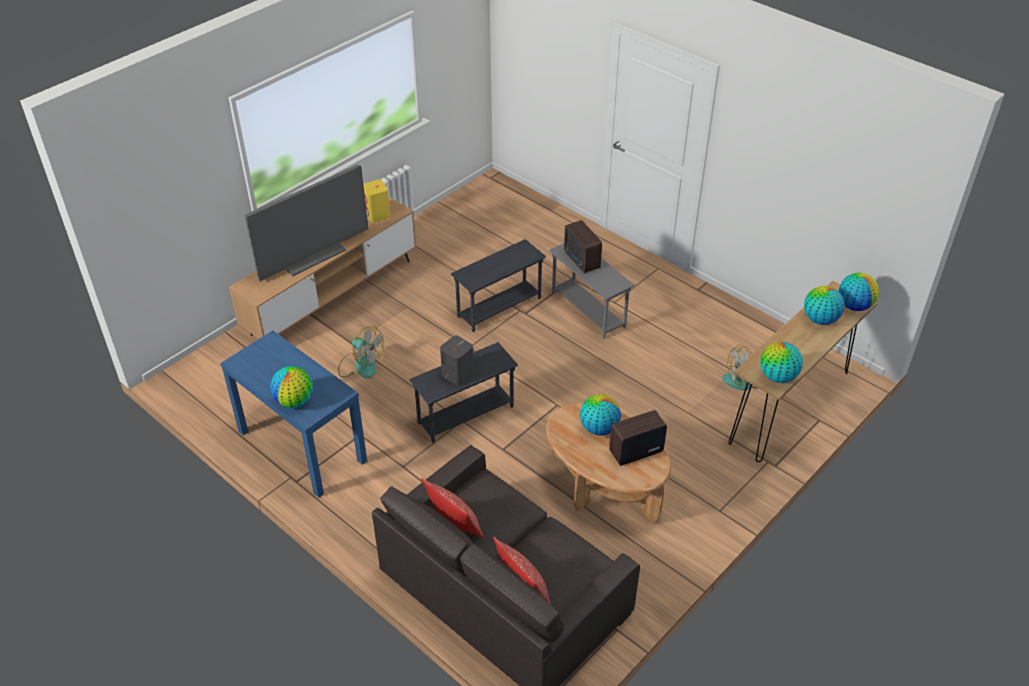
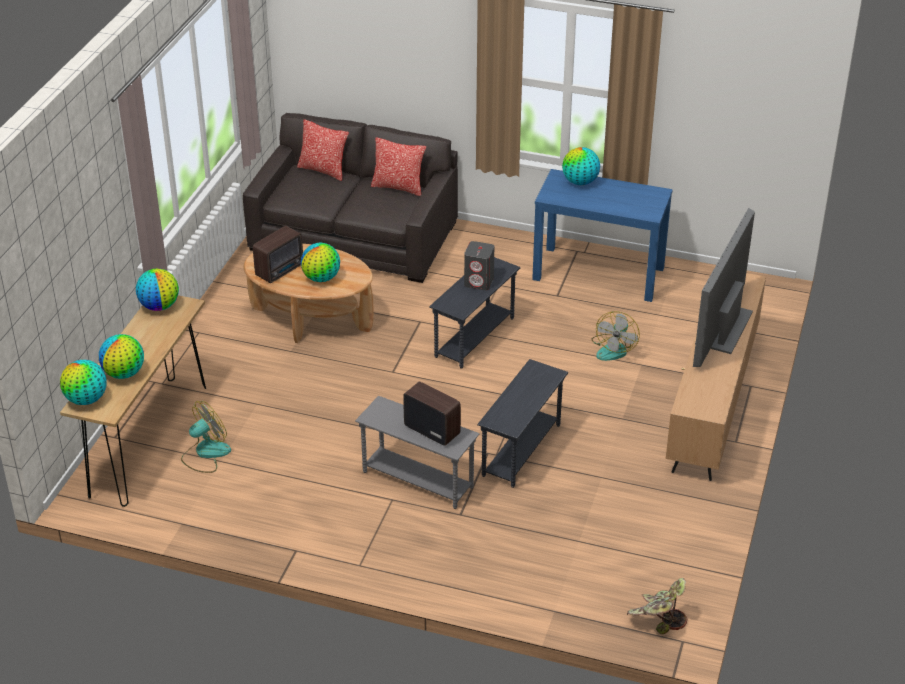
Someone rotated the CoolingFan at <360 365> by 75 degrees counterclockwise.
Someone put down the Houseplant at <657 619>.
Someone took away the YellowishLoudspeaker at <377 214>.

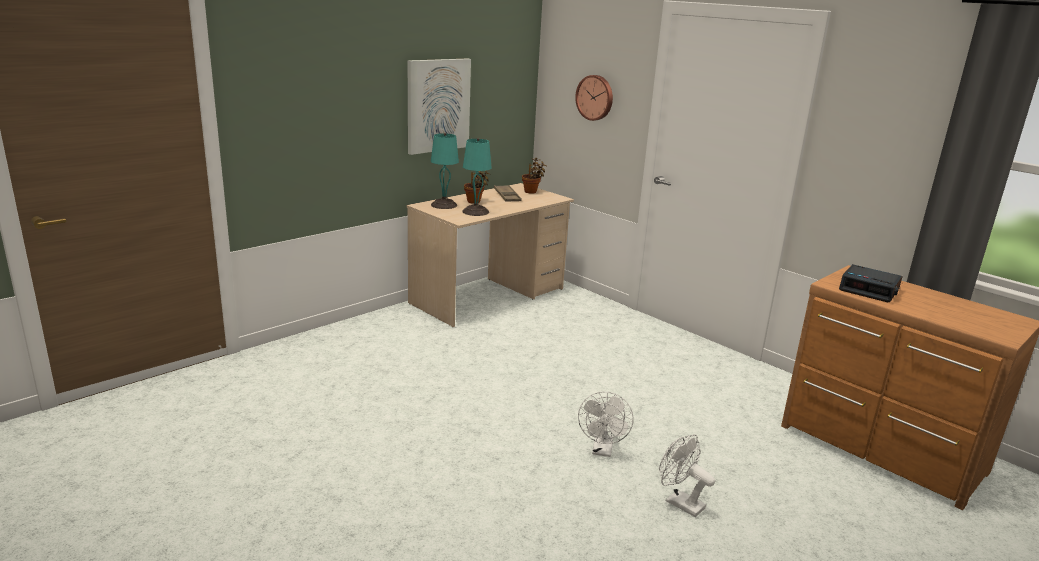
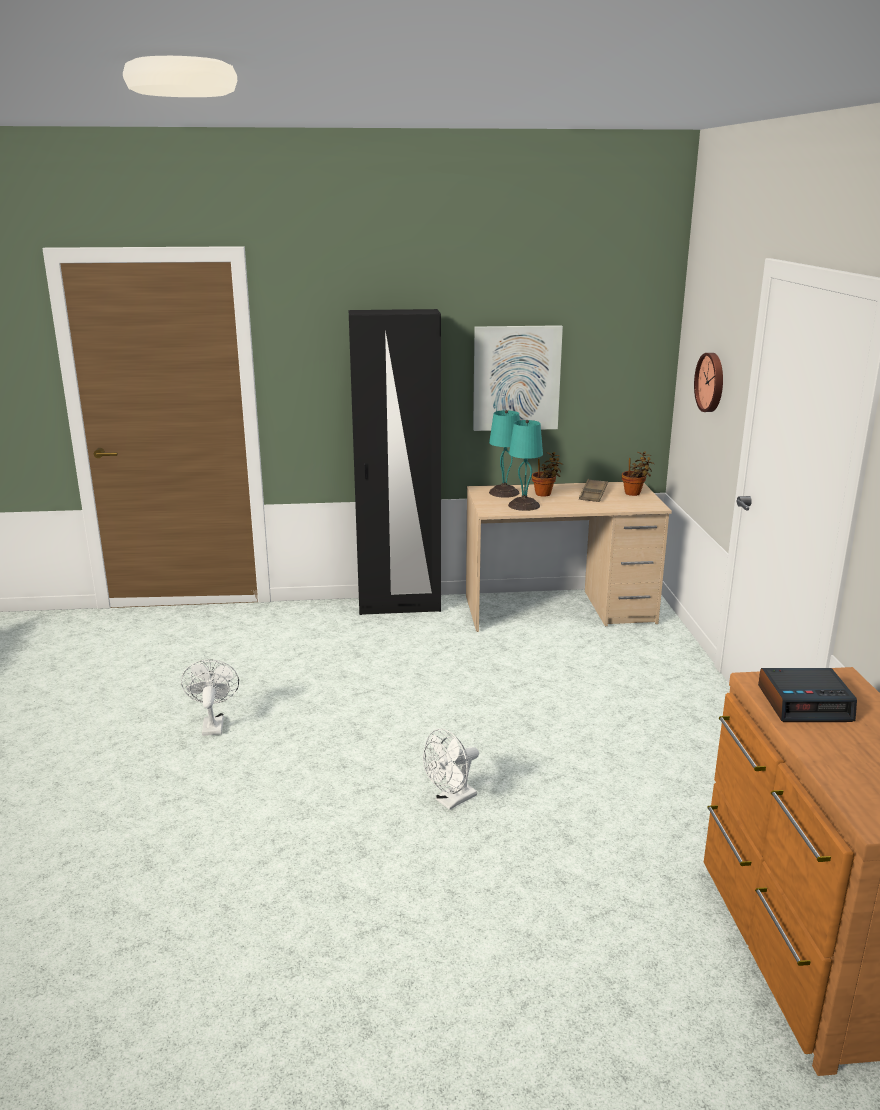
Someone carried the WhiteColouredCoolingFan from <679 502> to <213 724>.
Someone put down the BlackClothesCupboard at <399 606>.
Someone rotated the BedsideClock at <869 290> by 75 degrees counterclockwise.

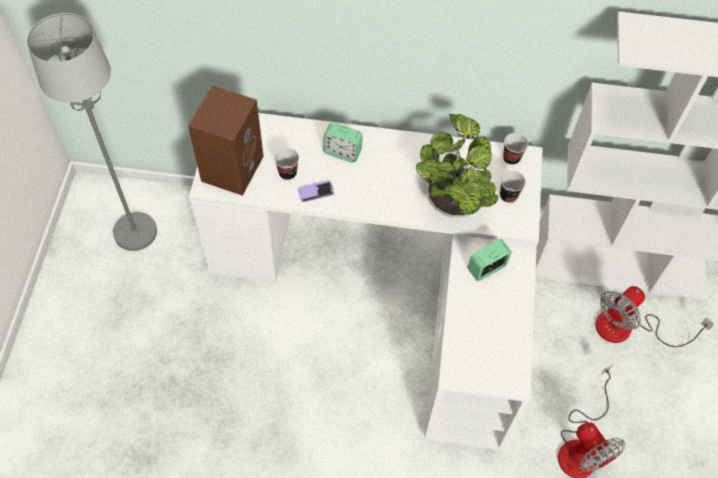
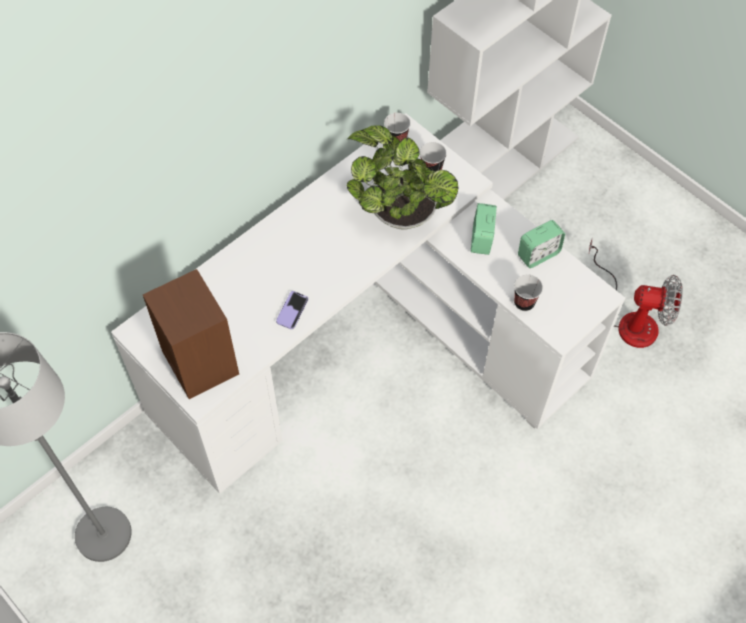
Someone carried the DrinkingCup from <287 173> to <524 303>.
Someone carried the BedsideClock from <342 152> to <538 254>.
Someone took away the CoolingFan at <627 328>.

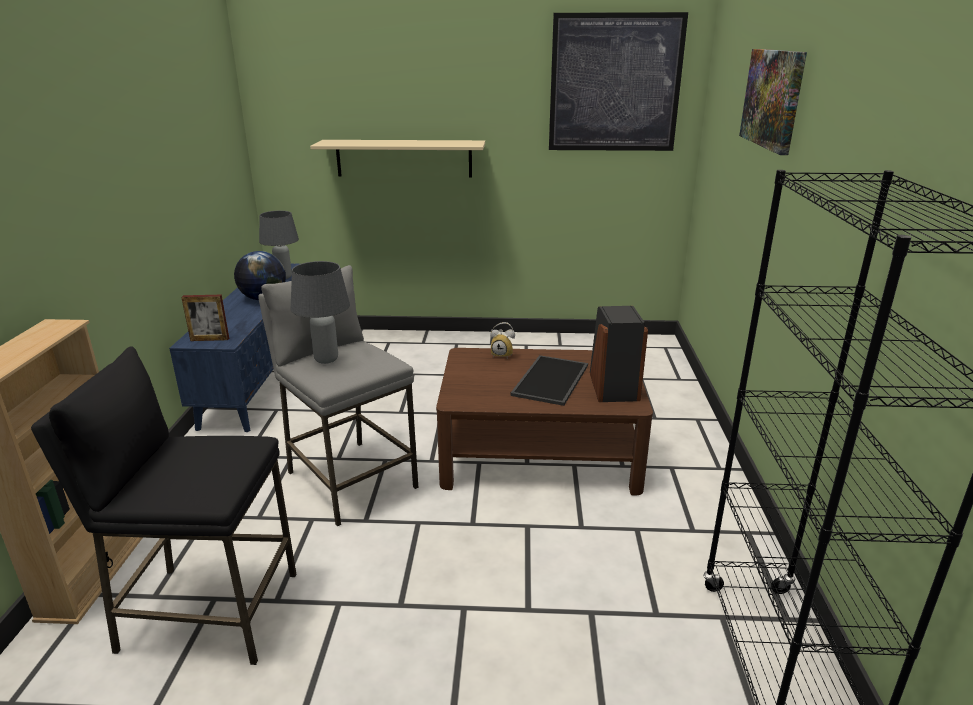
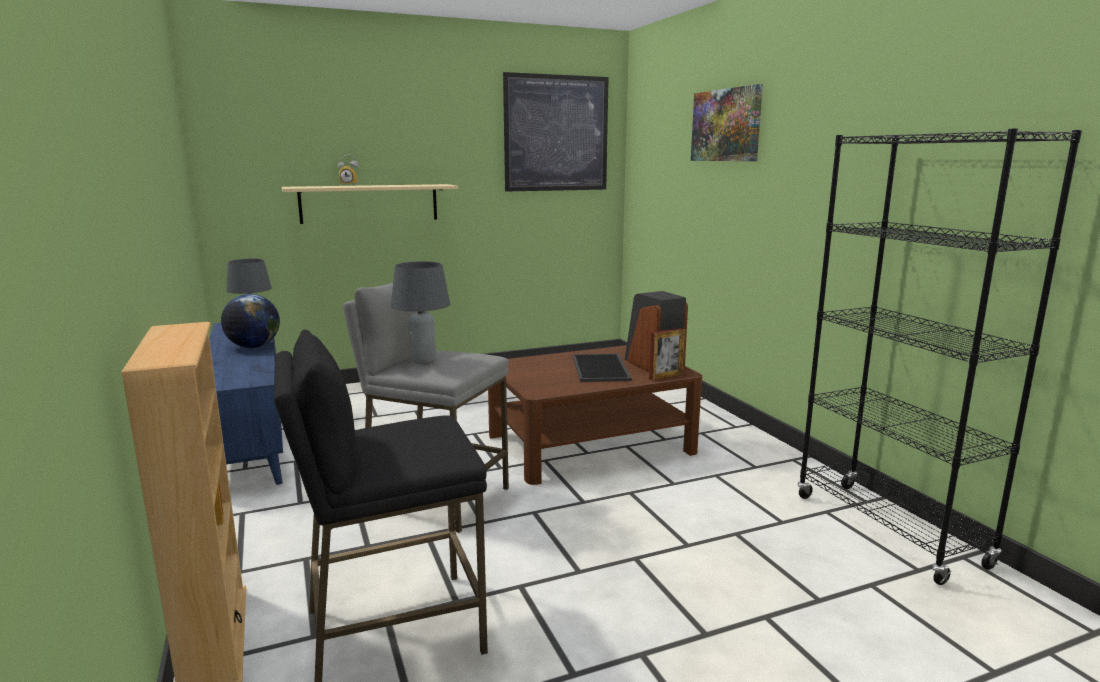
Someone carried the BedsideClock from <503 354> to <349 185>.
Someone carried the StandingFrame from <210 339> to <666 376>.

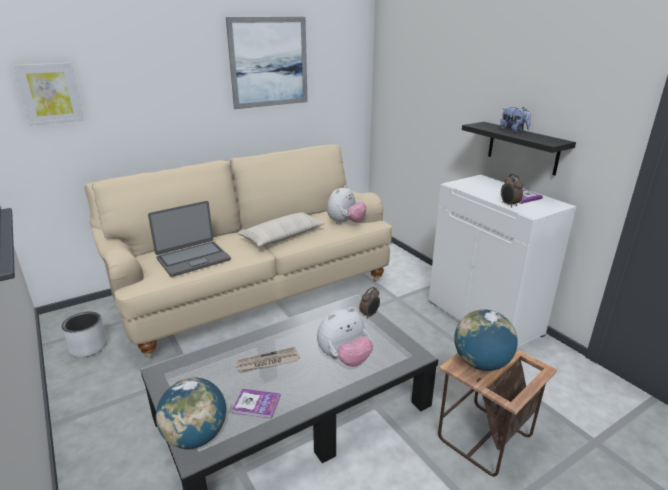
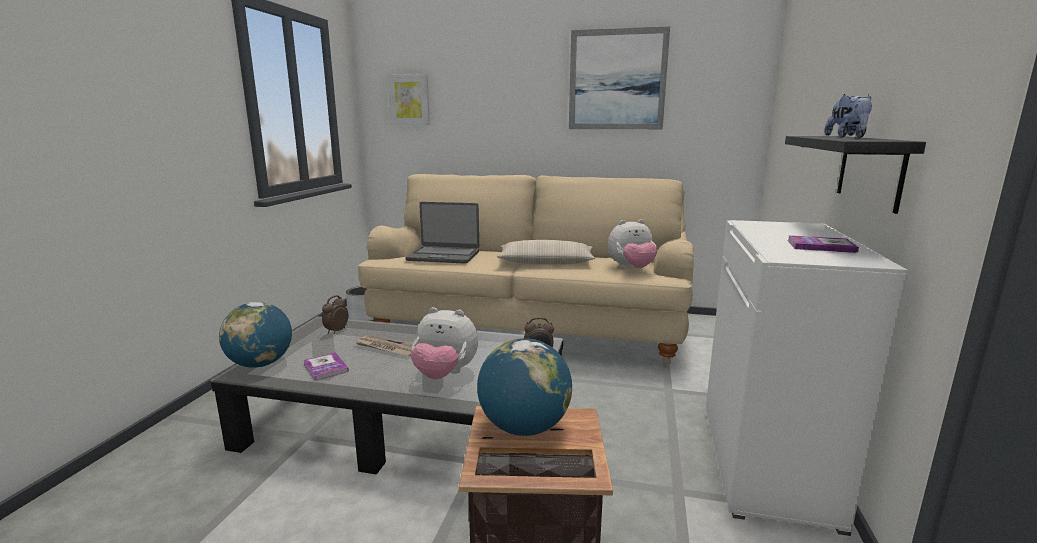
Someone carried the BedsideClock from <509 205> to <336 331>.

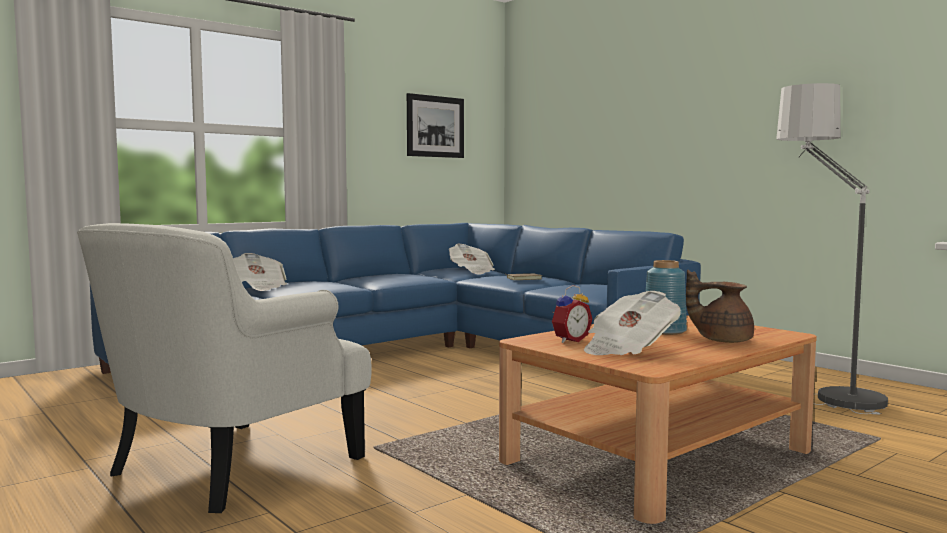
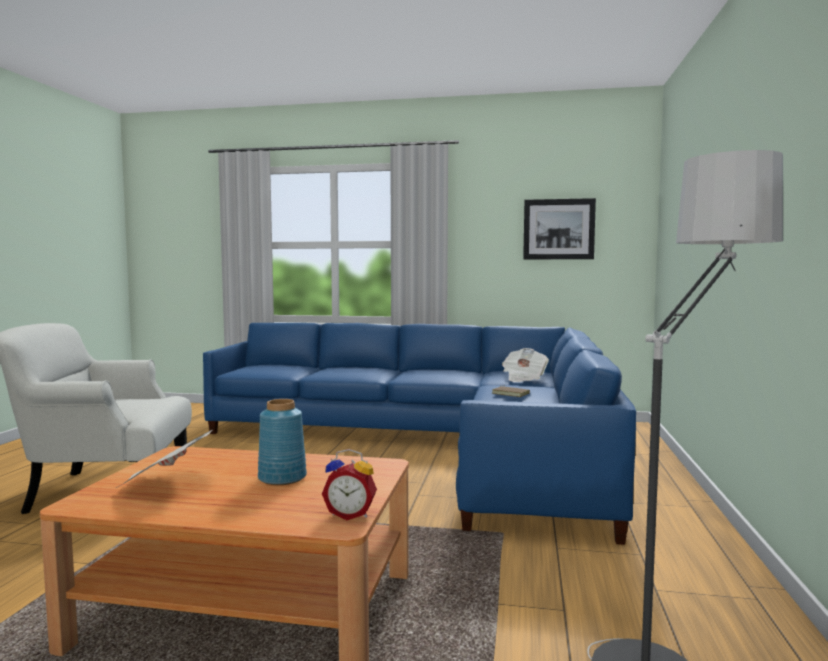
Someone carried the BedsideClock from <569 340> to <350 514>.
Someone took away the Newspaper at <259 287>.
Someone took away the BrownTeapot at <722 340>.

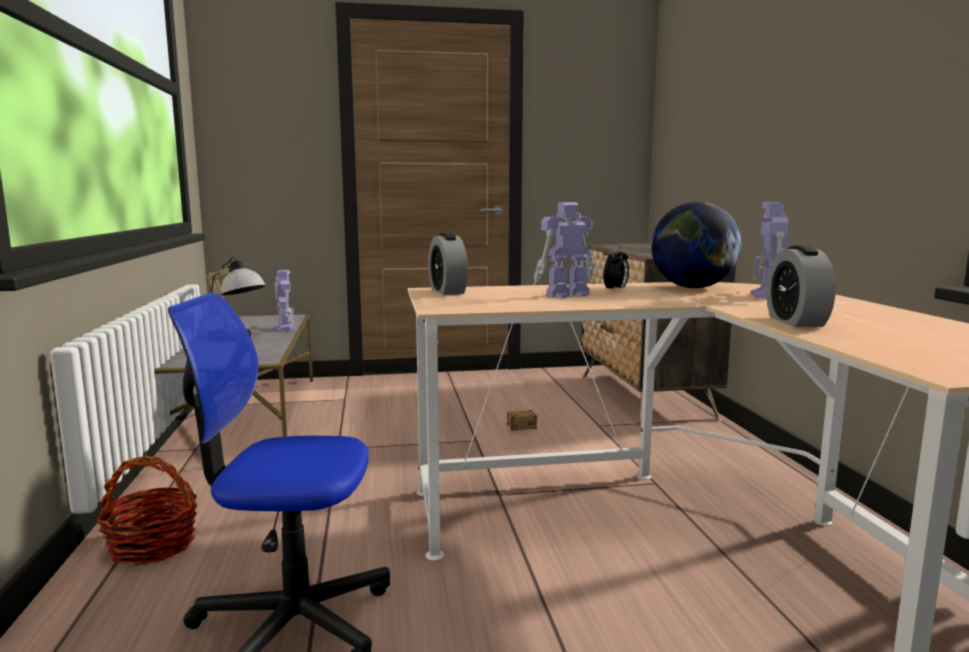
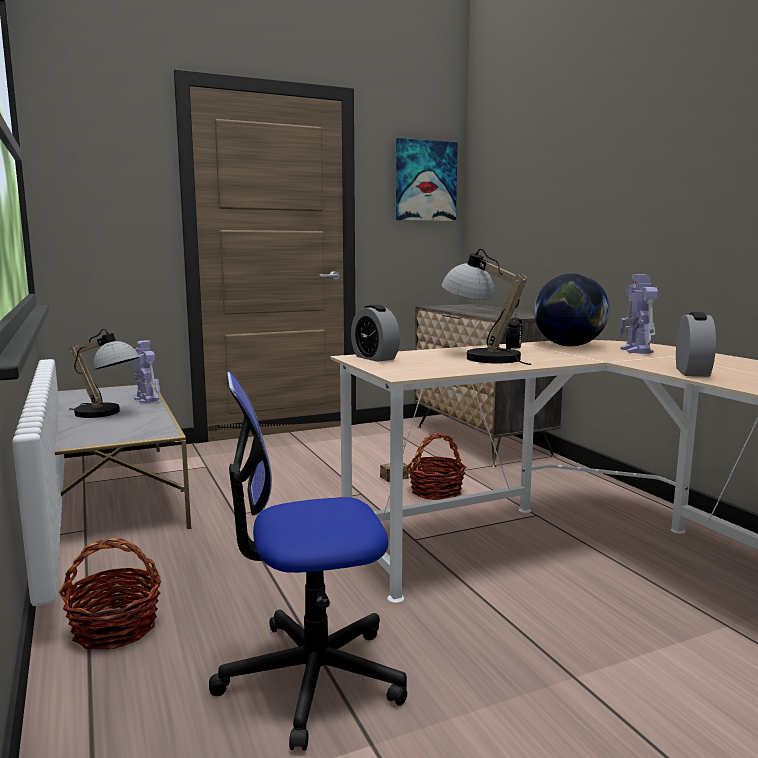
Someone put up the Picture at <425 181>.
Someone put down the HouseholdBasket at <436 491>.
Someone swapped the ModelRobot at <565 295> for the TableLamp at <481 357>.
Someone rotated the BedsideClock at <795 322> by 150 degrees counterclockwise.

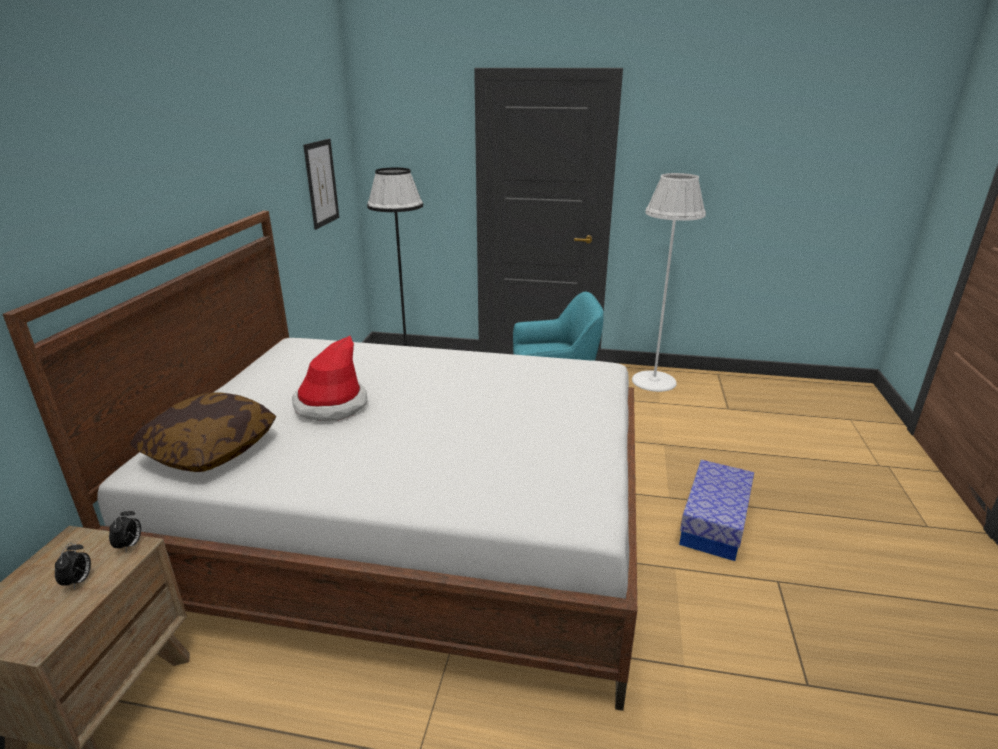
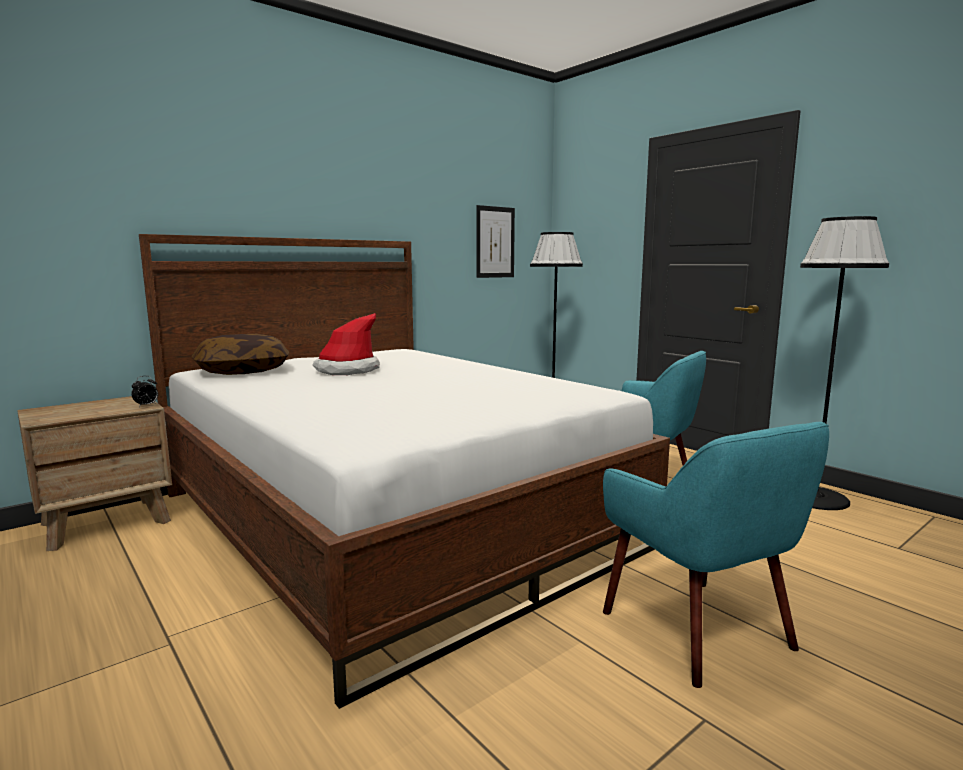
Someone swapped the StorageBox at <714 523> for the BlueGreenArmchair at <699 630>.
Someone repainted the WhiteColouredStandardLamp at <654 381>, which became the BlackStandardLamp at <816 498>.
Someone took away the BedsideClock at <79 581>.

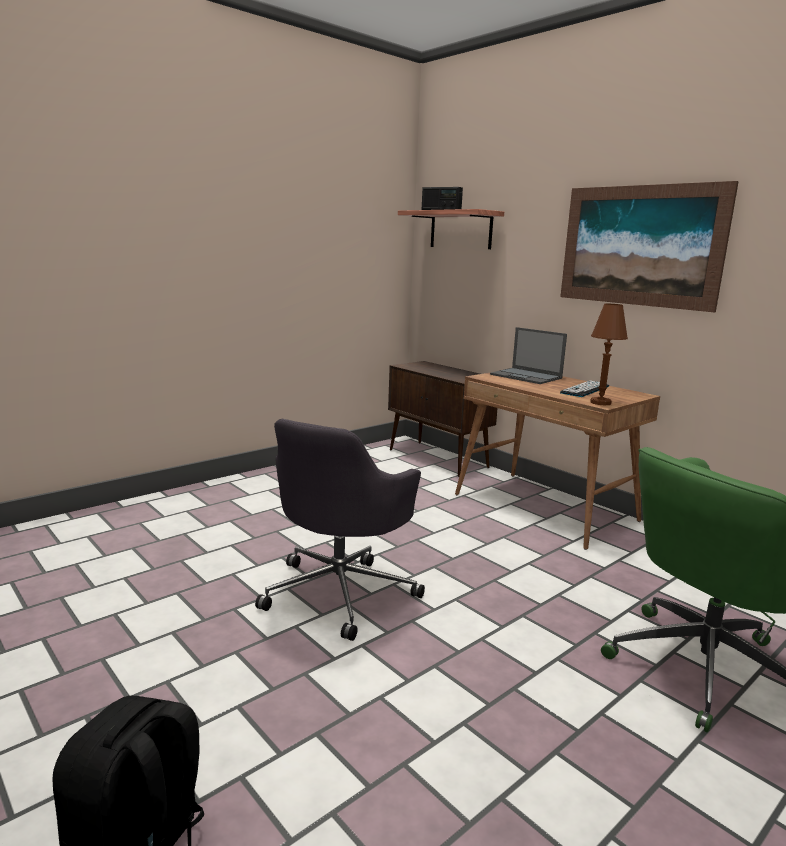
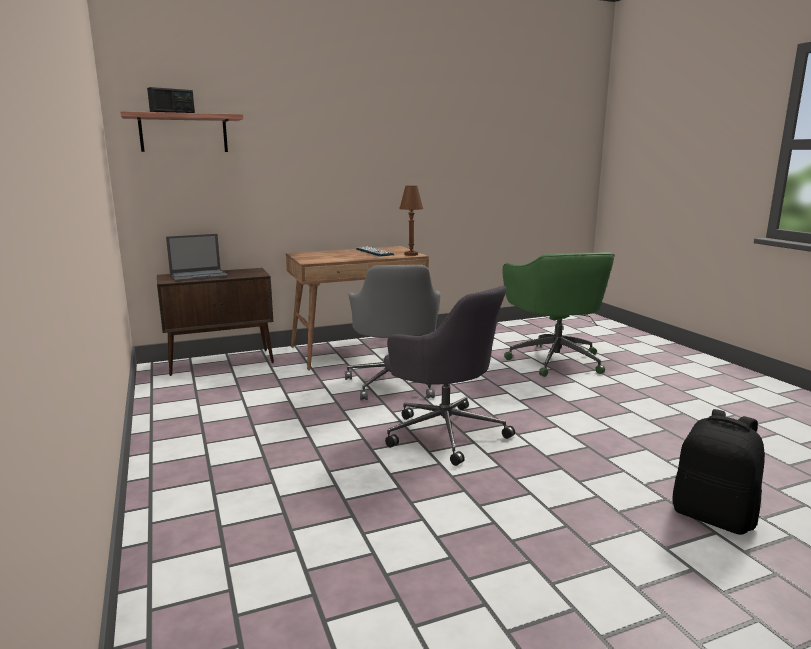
Someone carried the PortableComputer from <526 376> to <199 275>.
Someone put down the GrayOfficeChair at <395 382>.
Someone took away the Picture at <639 246>.

